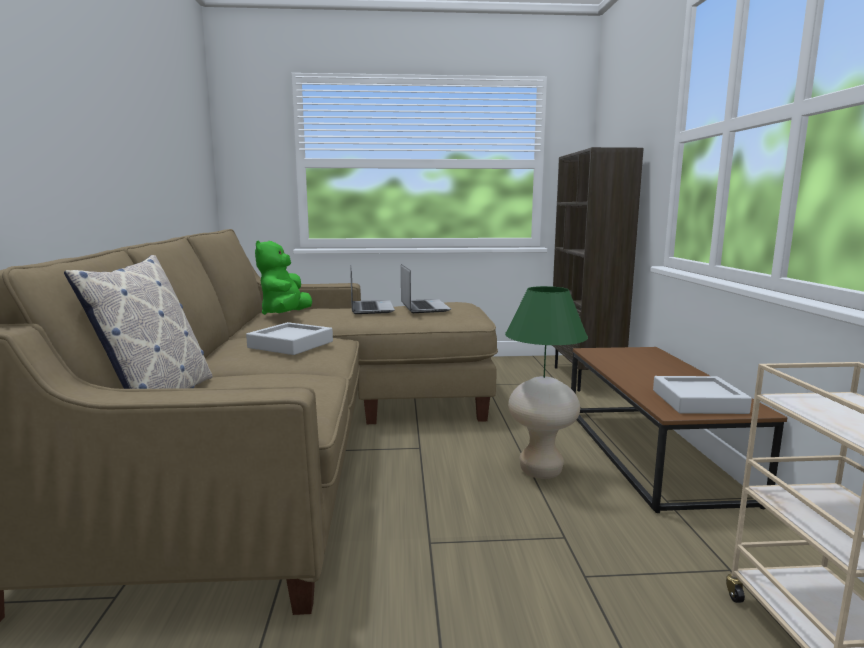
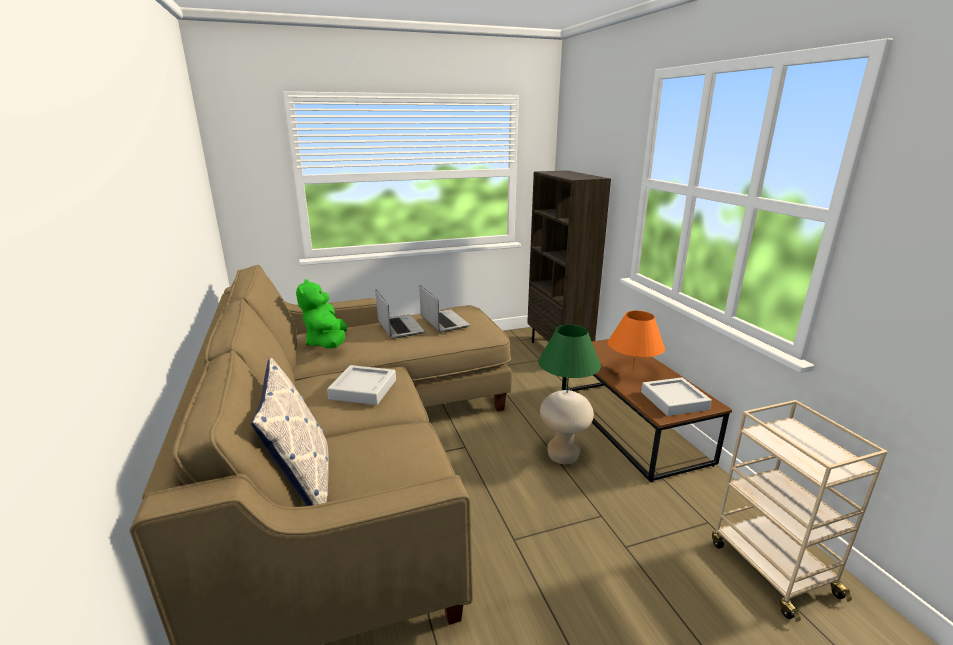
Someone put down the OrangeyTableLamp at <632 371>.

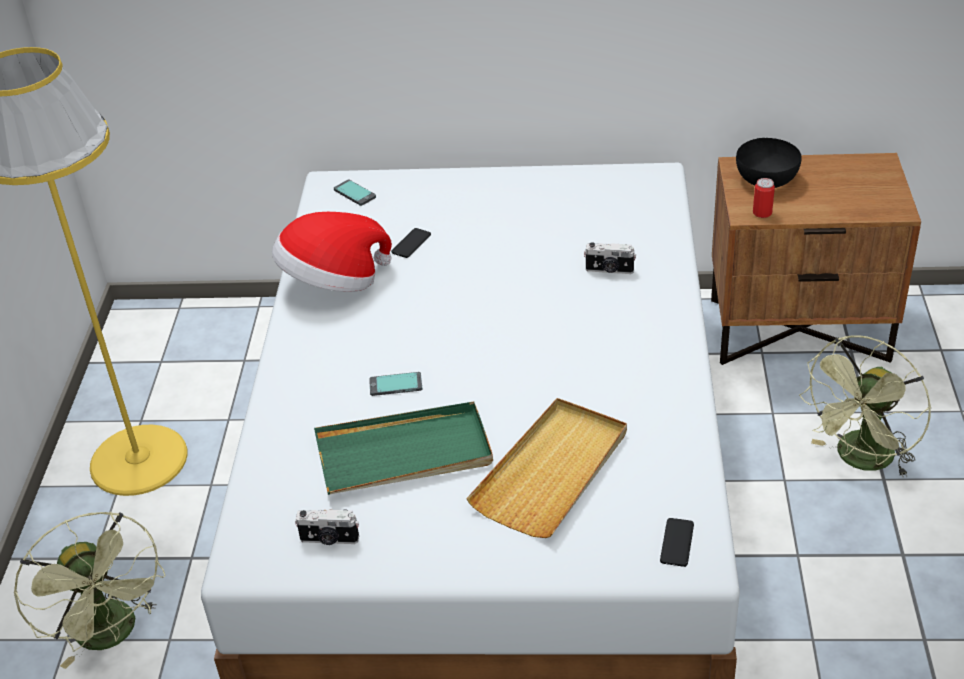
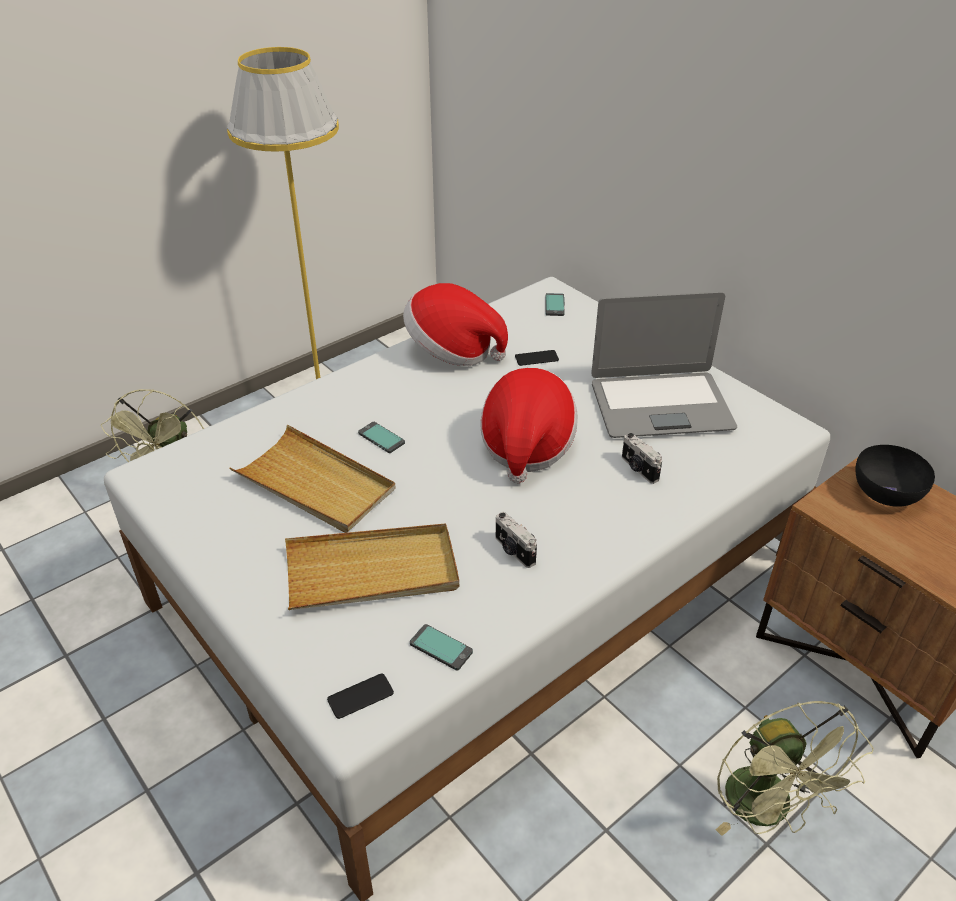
Someone repainted the GreenTray at <404 454>, which became the BeigeTray at <315 484>.
Someone put down the Phone at <441 647>.
Someone put down the WearableHat at <526 445>.
Someone carried the StillCamera from <329 540> to <513 551>.
Someone put down the PortableComputer at <660 405>.
Someone rotated the GreenCoolingFan at <860 460> by 105 degrees counterclockwise.
Someone took away the SealedCan at <762 213>.

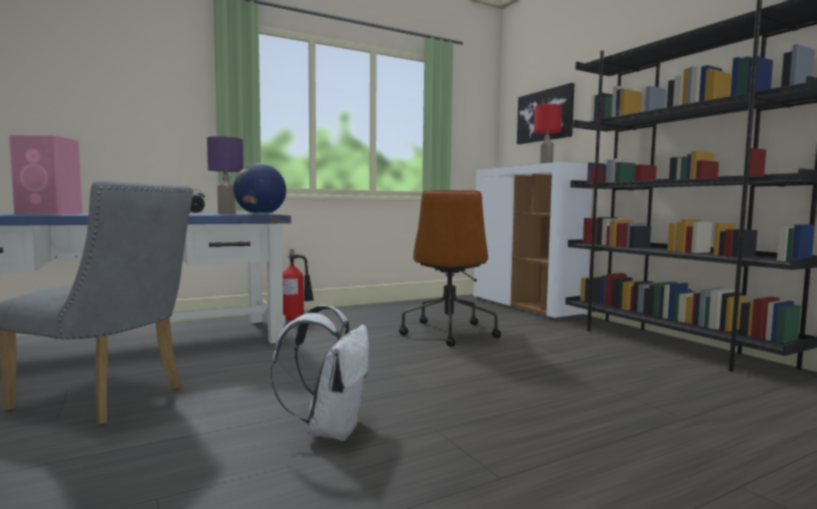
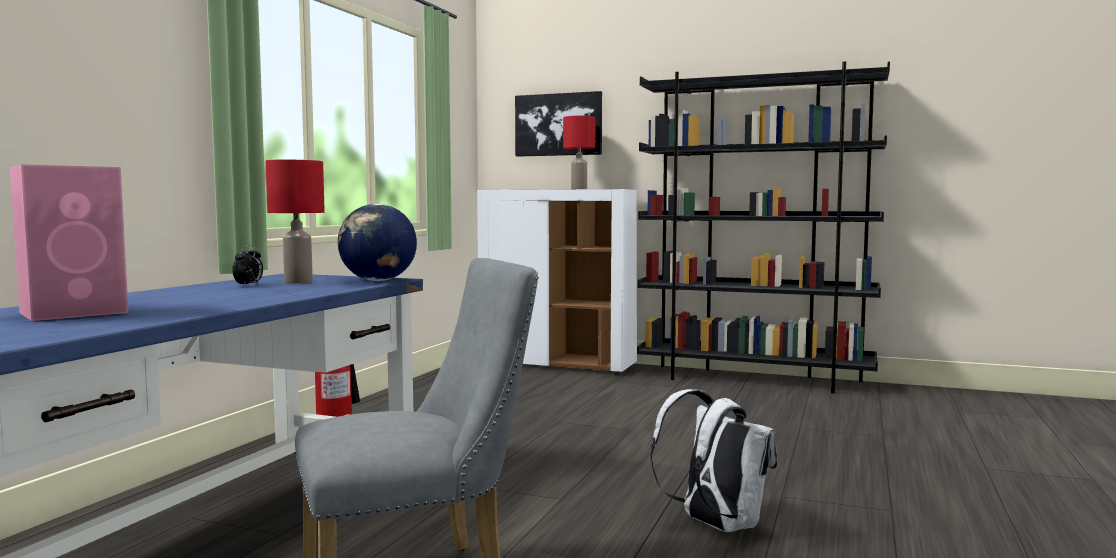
Someone repainted the PurplishTableLamp at <227 213>, which became the RedTableLamp at <298 282>.
Someone took away the BrownOfficeChair at <448 332>.

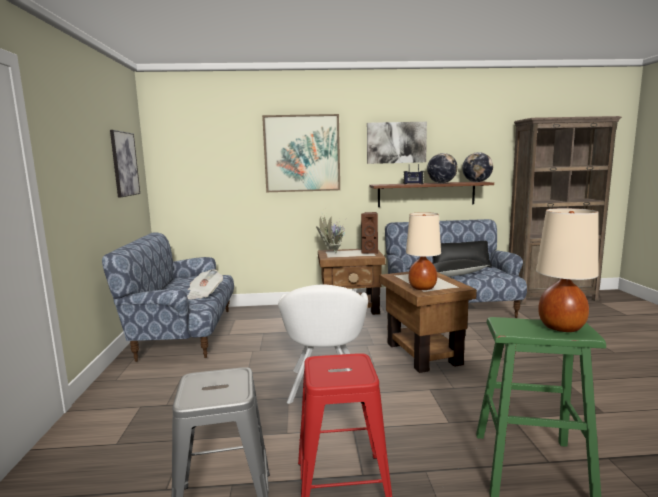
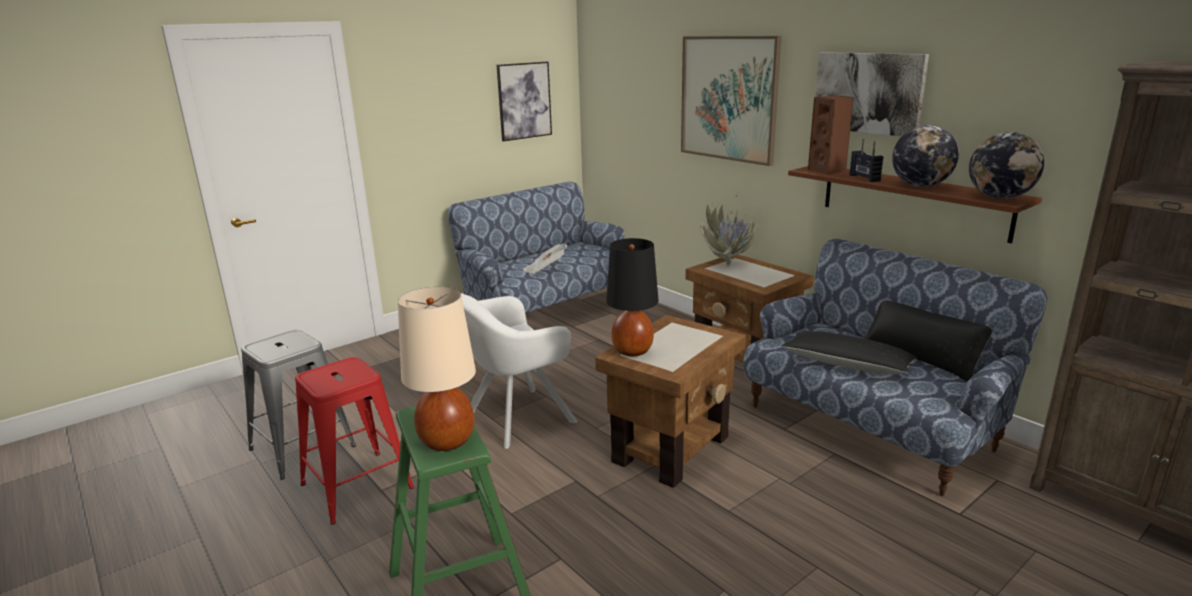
Someone repainted the BeigeTableLamp at <422 288>, which became the BlackTableLamp at <632 351>.
Someone carried the BrownLoudspeaker from <370 252> to <828 171>.

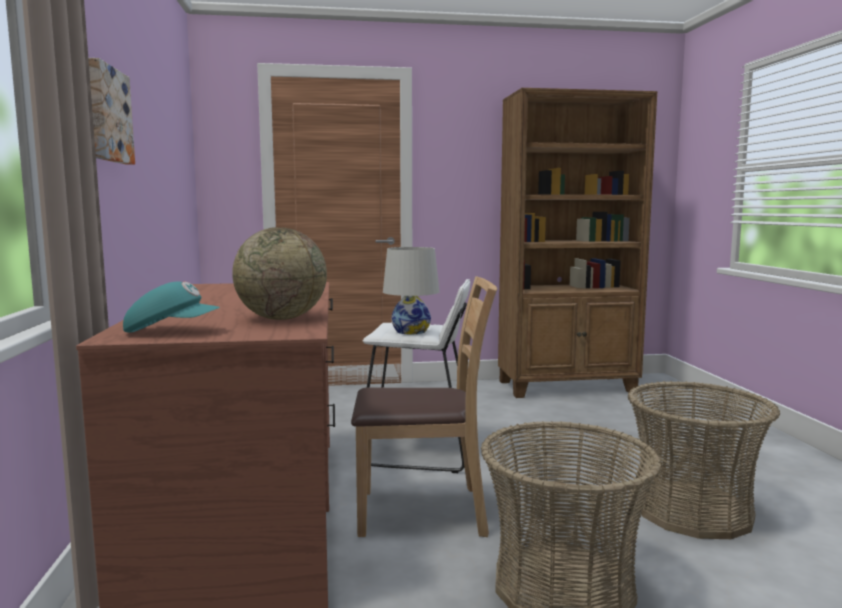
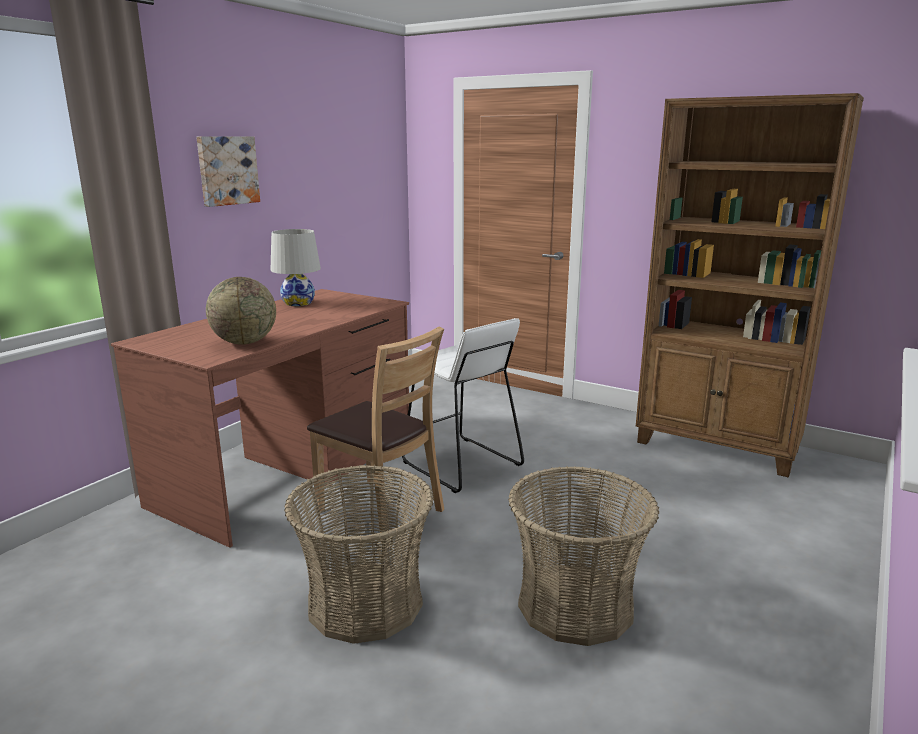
Someone carried the WhiteColouredTableLamp from <411 331> to <298 303>.
Someone took away the BlueGreenBaseballCap at <172 331>.

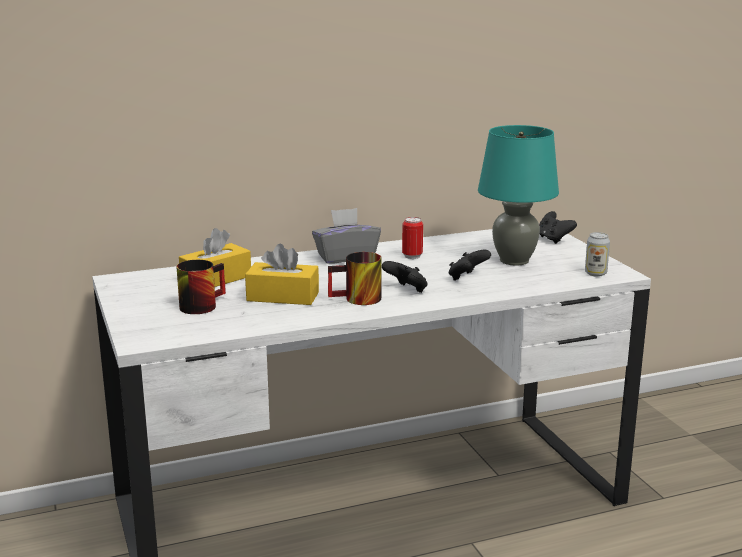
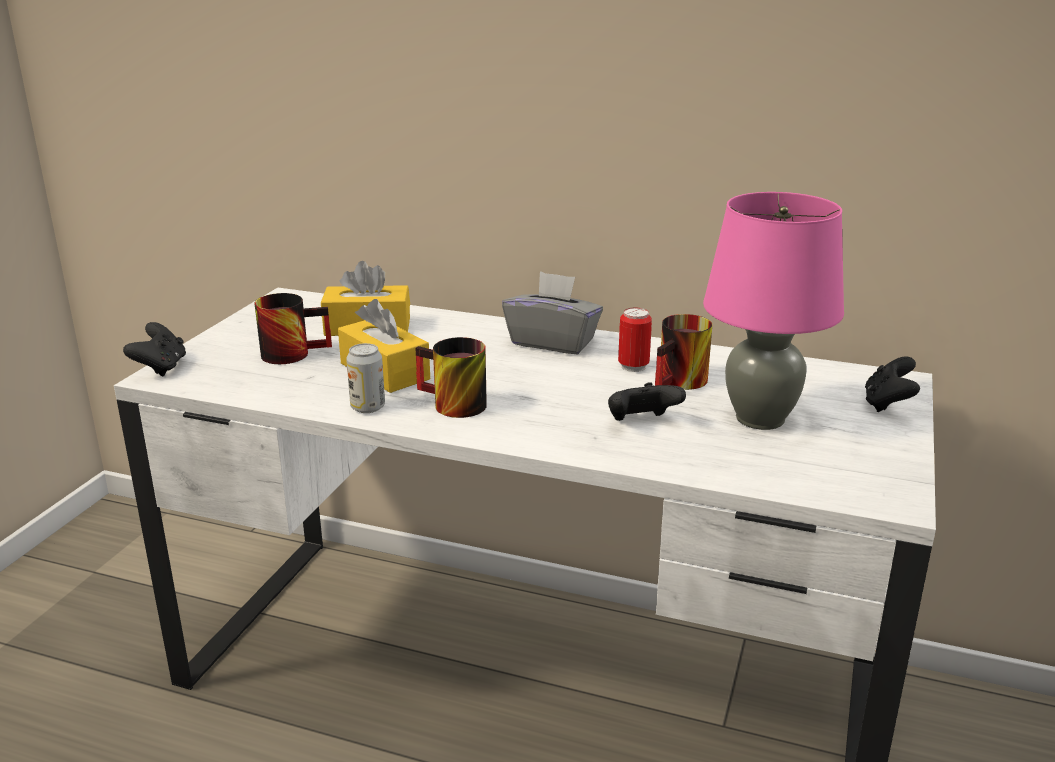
Someone carried the BlackGamepad from <406 290> to <161 368>.
Someone carried the SealedCan from <595 273> to <368 407>.
Someone put down the CoffeeMug at <682 383>.
Someone repainted the BlueGreenTableLamp at <513 260>, which became the PinkTableLamp at <759 418>.

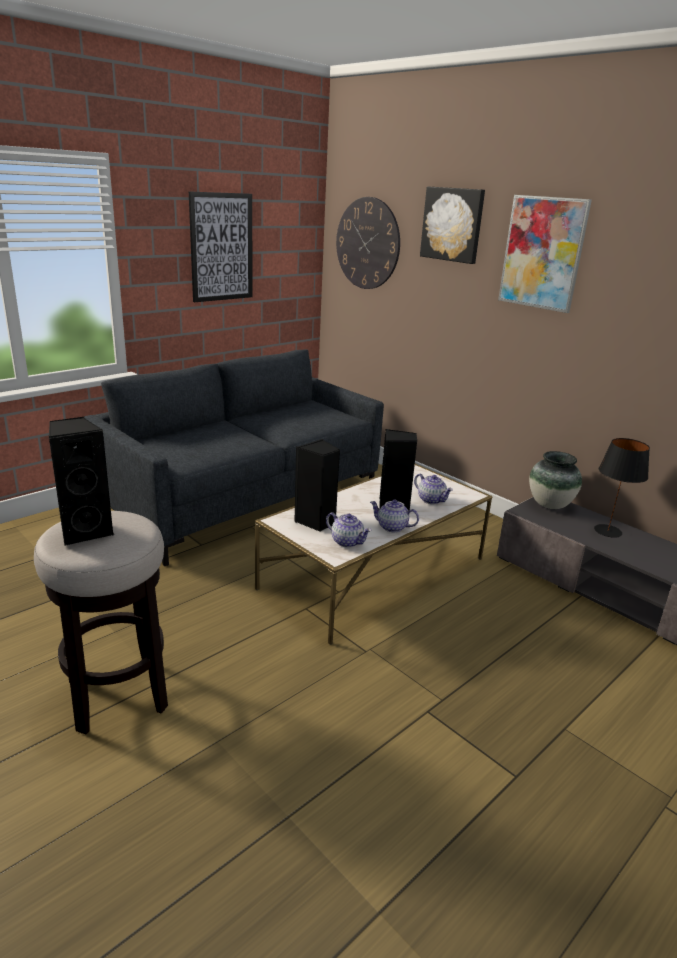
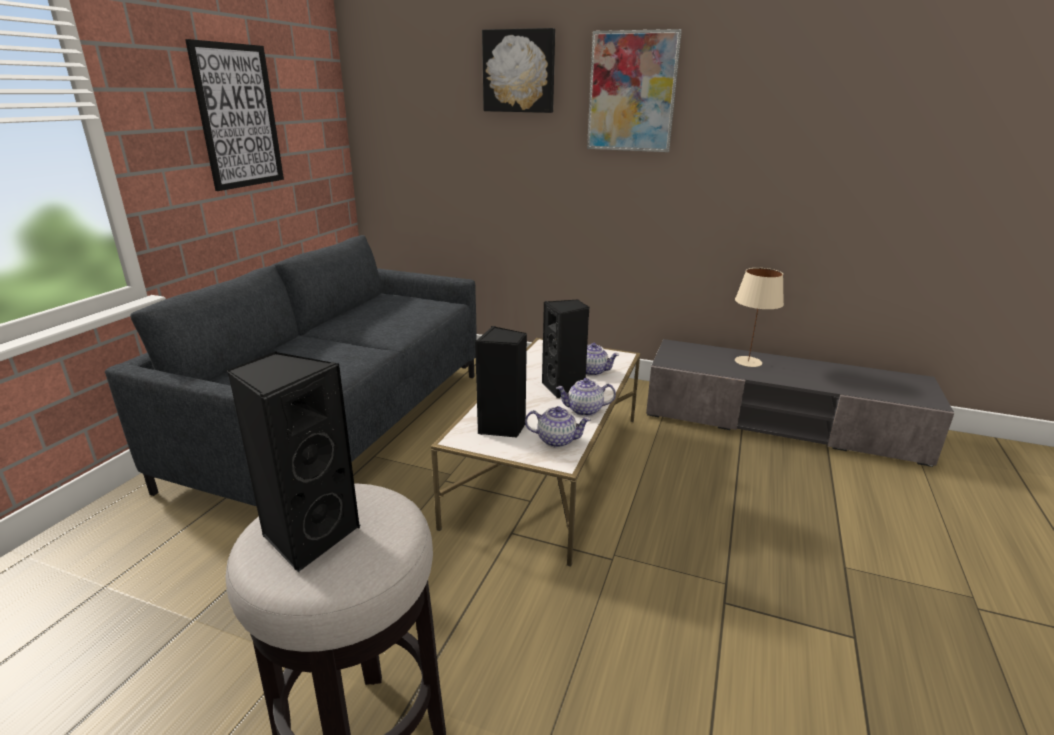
Someone repainted the BlackTableLamp at <607 531>, which became the BeigeTableLamp at <747 361>.
Someone took away the HangingClock at <367 243>.
Someone took away the DecorativeVase at <549 505>.

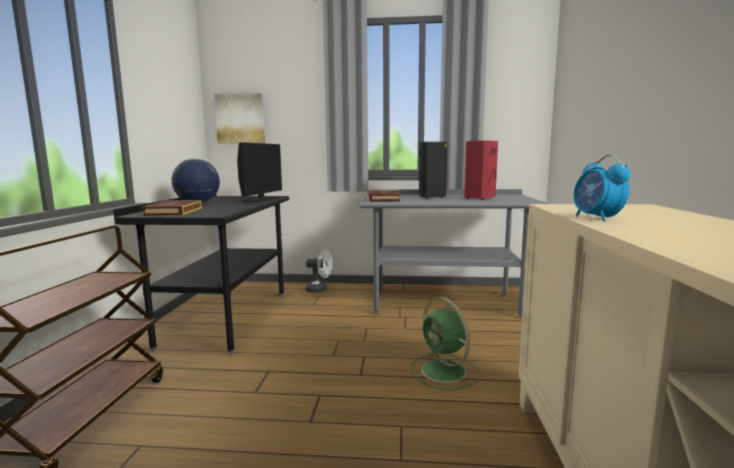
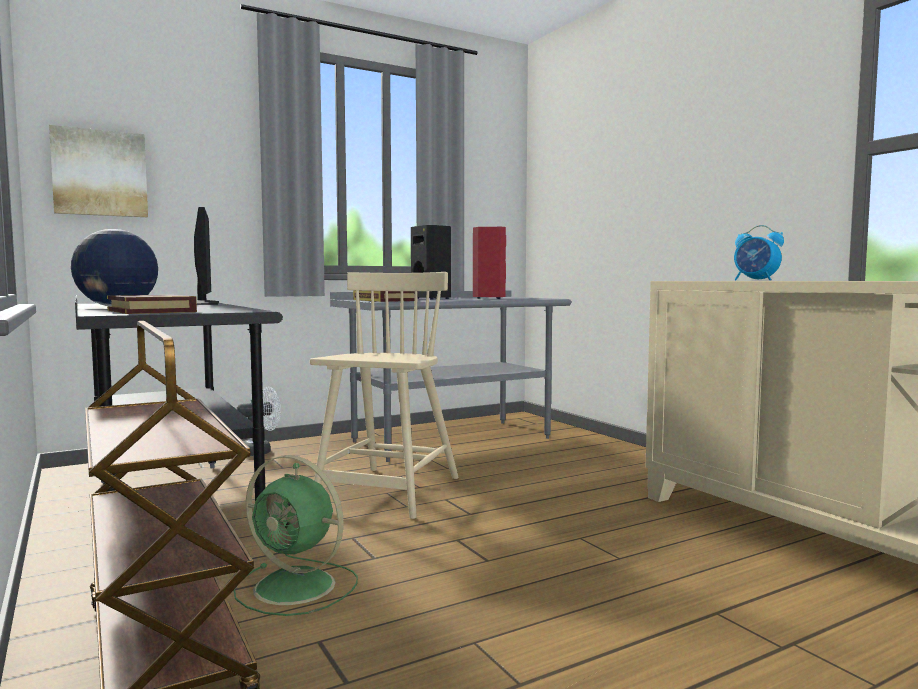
Someone carried the GreenCoolingFan from <445 372> to <298 587>.
Someone put down the BeigeUprightChair at <388 493>.

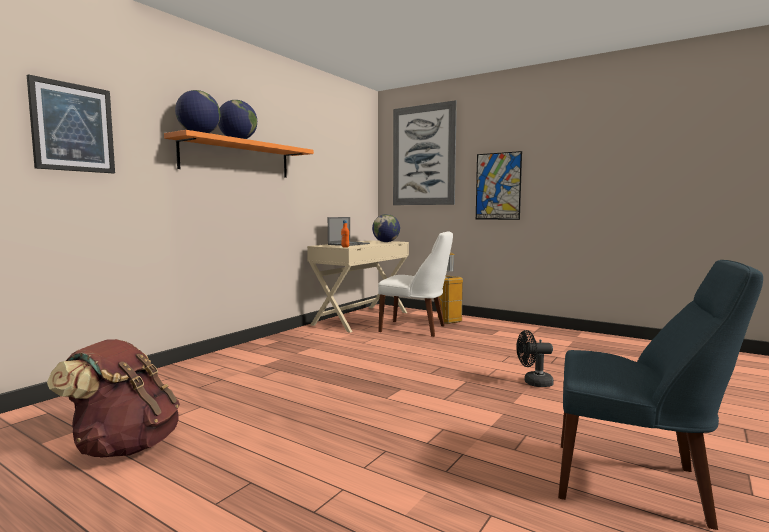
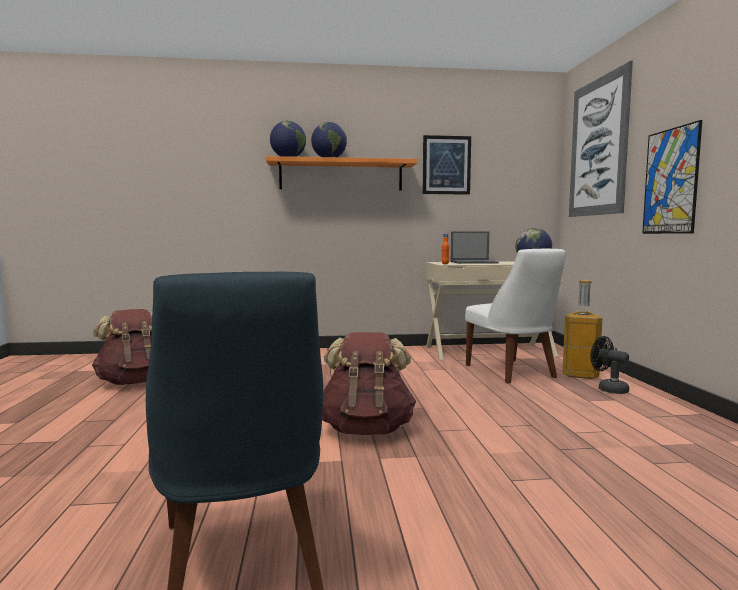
Someone put down the BrownRucksack at <366 430>.
Someone carried the Picture from <73 127> to <446 165>.
Someone carried the BlackCoolingFan from <533 383> to <608 389>.

